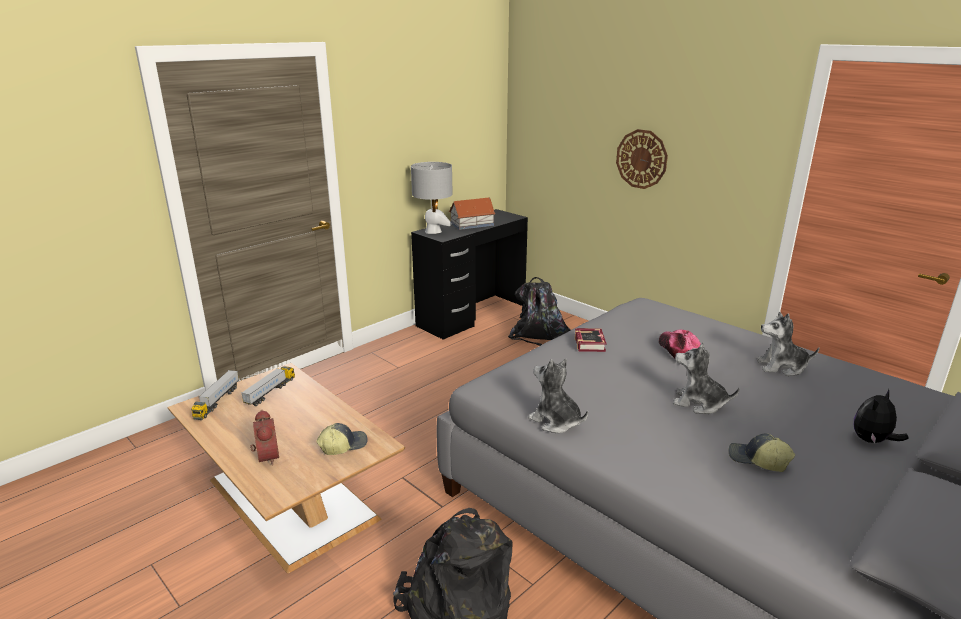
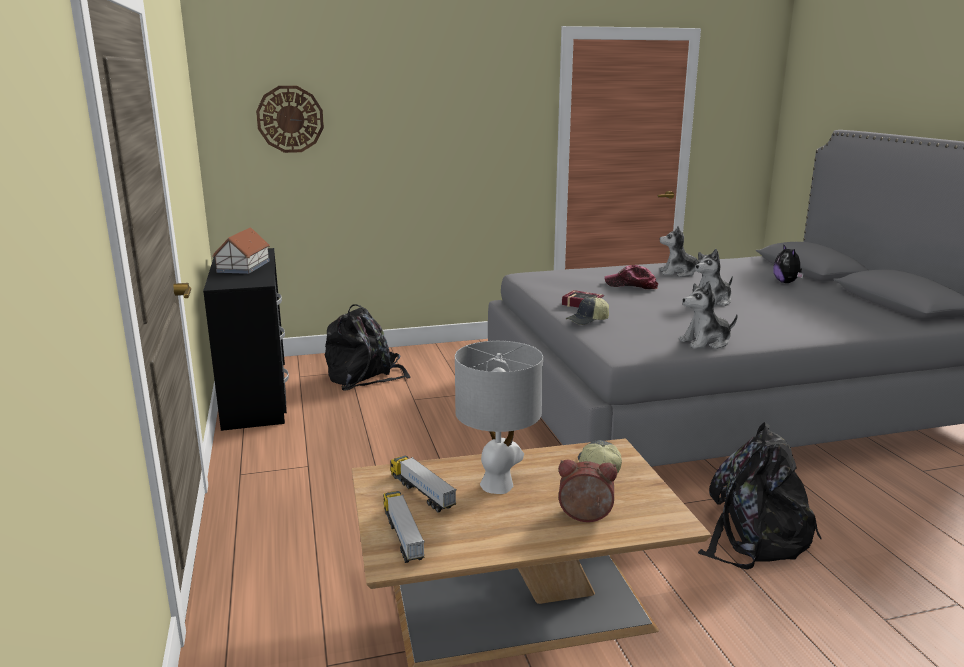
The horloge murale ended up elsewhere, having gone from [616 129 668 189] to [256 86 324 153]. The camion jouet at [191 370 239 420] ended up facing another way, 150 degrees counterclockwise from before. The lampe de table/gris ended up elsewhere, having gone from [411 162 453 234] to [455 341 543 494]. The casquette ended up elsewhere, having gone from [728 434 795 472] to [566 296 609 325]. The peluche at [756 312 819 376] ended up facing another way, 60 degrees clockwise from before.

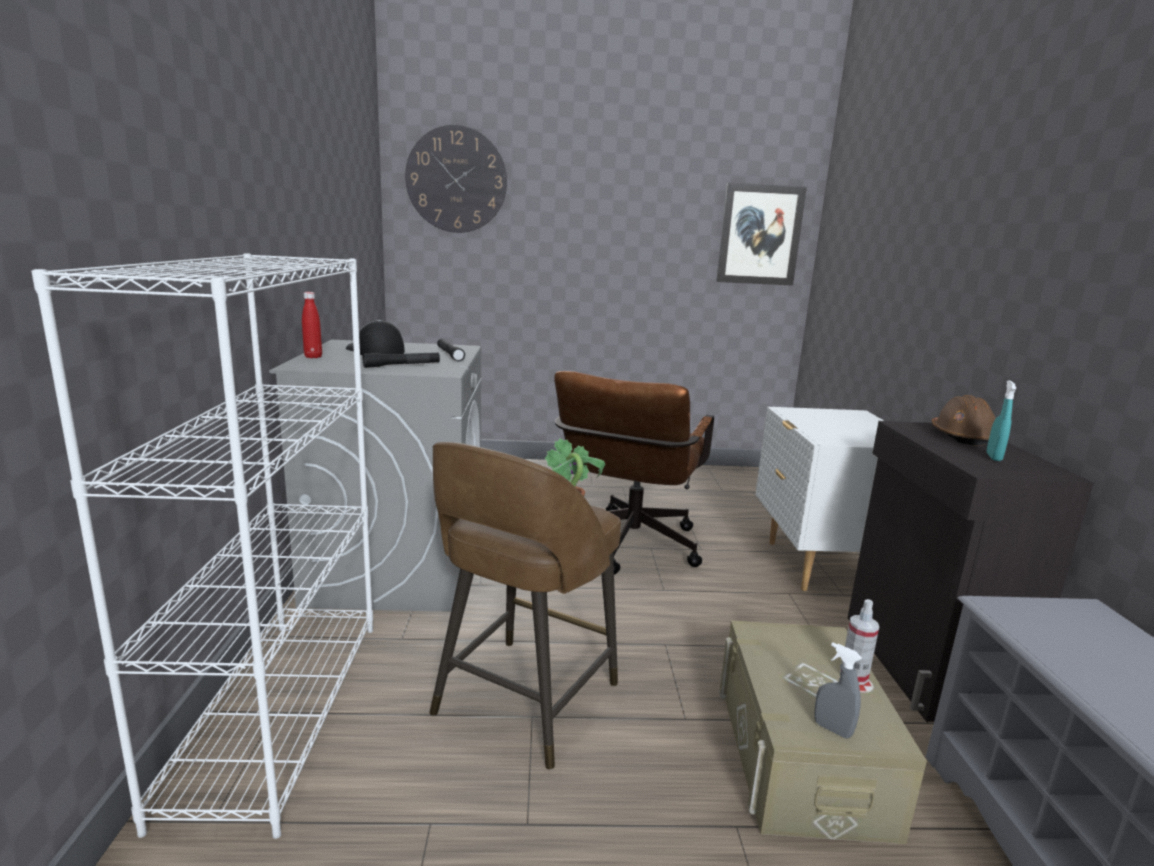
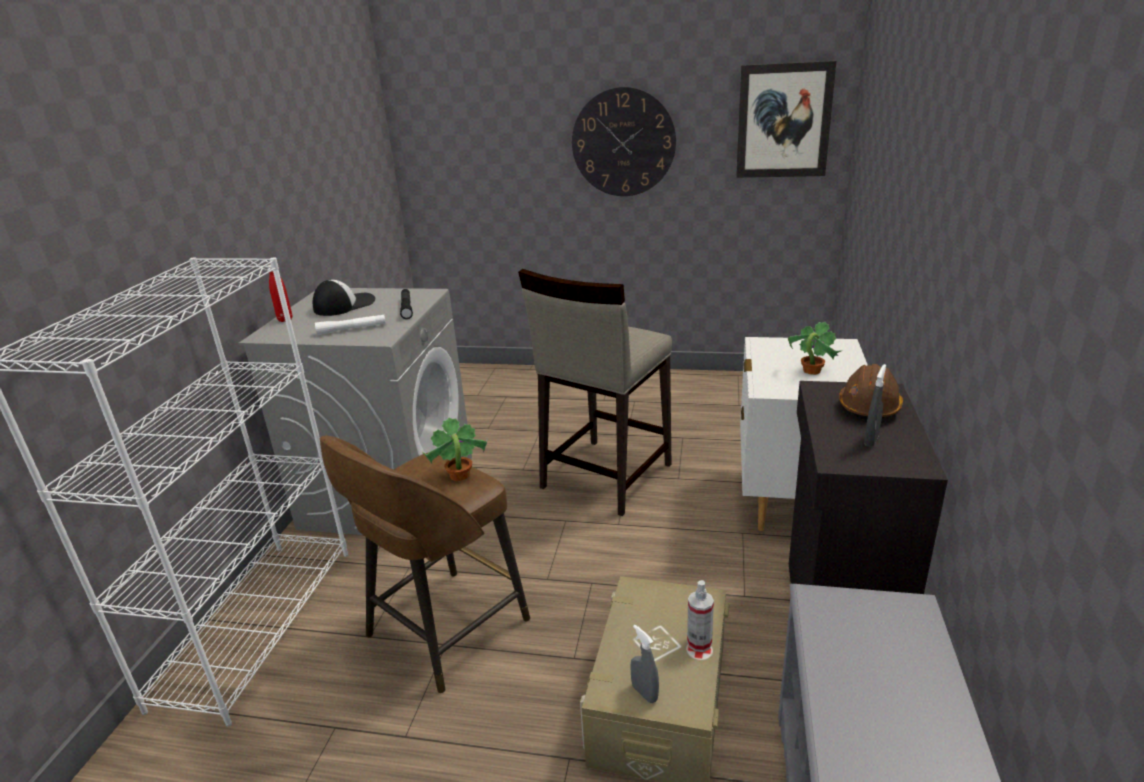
The casquette at [346 320 405 355] ended up facing another way, 75 degrees clockwise from before. What was the lampe de poche/noir at [363 352 440 368] turned into the lampe de poche/blanc at [315 314 386 335]. Where the chaise de bureau/marron stood at [554 371 714 575], the tabouret/beige came to stand at [518 269 672 516]. The horloge murale ended up elsewhere, having gone from [405 125 507 233] to [572 87 676 196]. The second view gained the plante en pot at [788 322 842 375]. What was the vaporisateur/turquoise at [987 380 1016 461] turned into the vaporisateur/gris at [864 364 886 447].

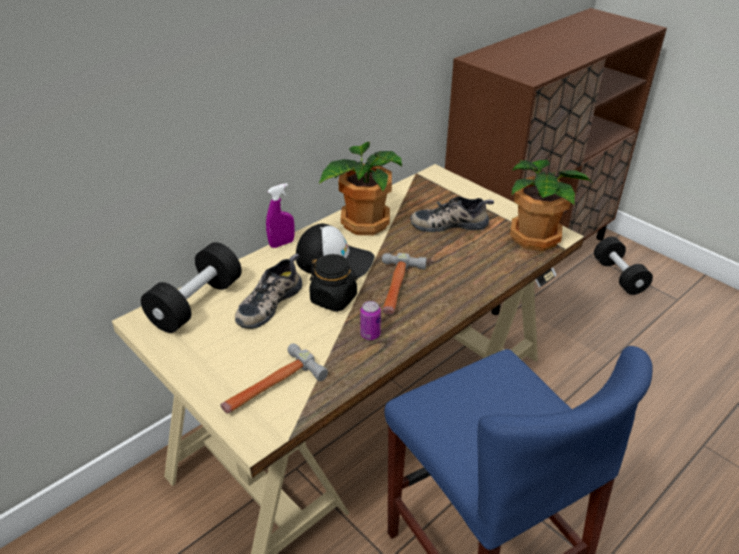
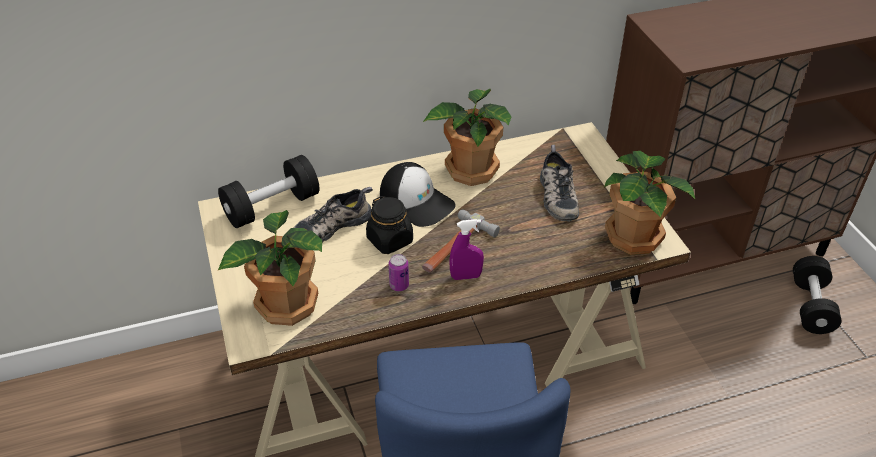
Where the marteau stood at [220 343 328 414], the plante en pot came to stand at [218 210 322 326]. The vaporisateur/violet ended up elsewhere, having gone from [266 183 295 248] to [449 219 484 280]. The chaussure at [410 197 494 232] ended up facing another way, 120 degrees counterclockwise from before.

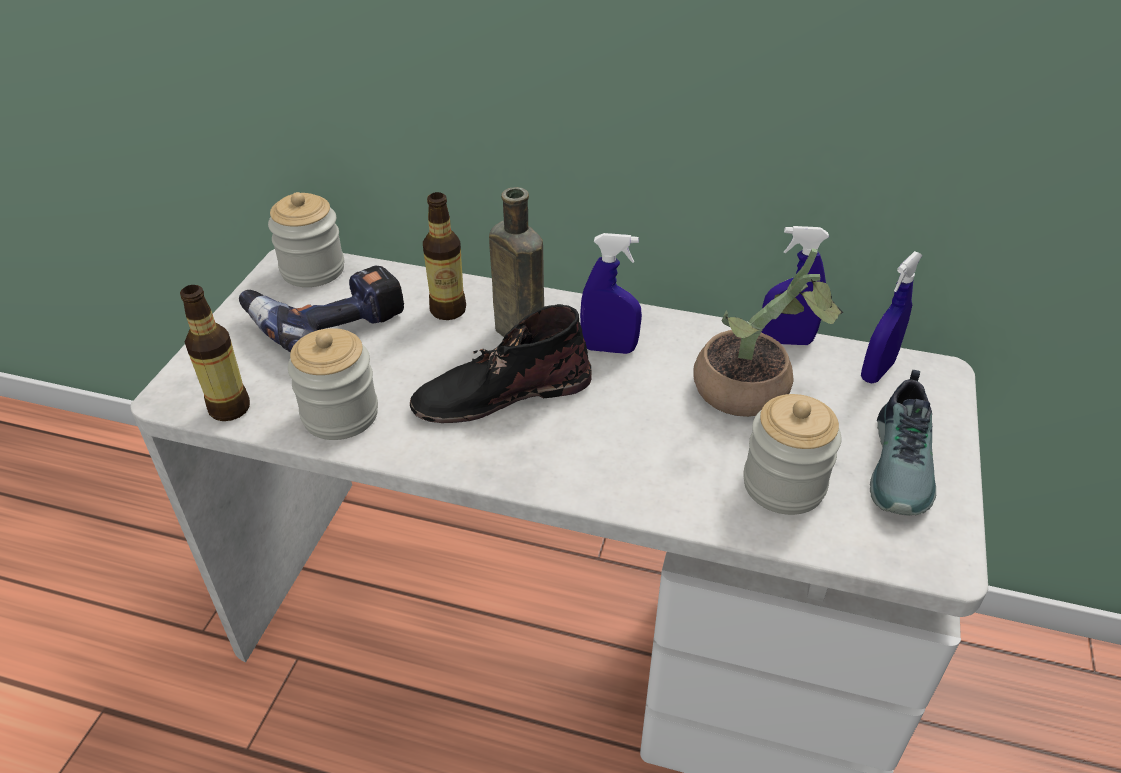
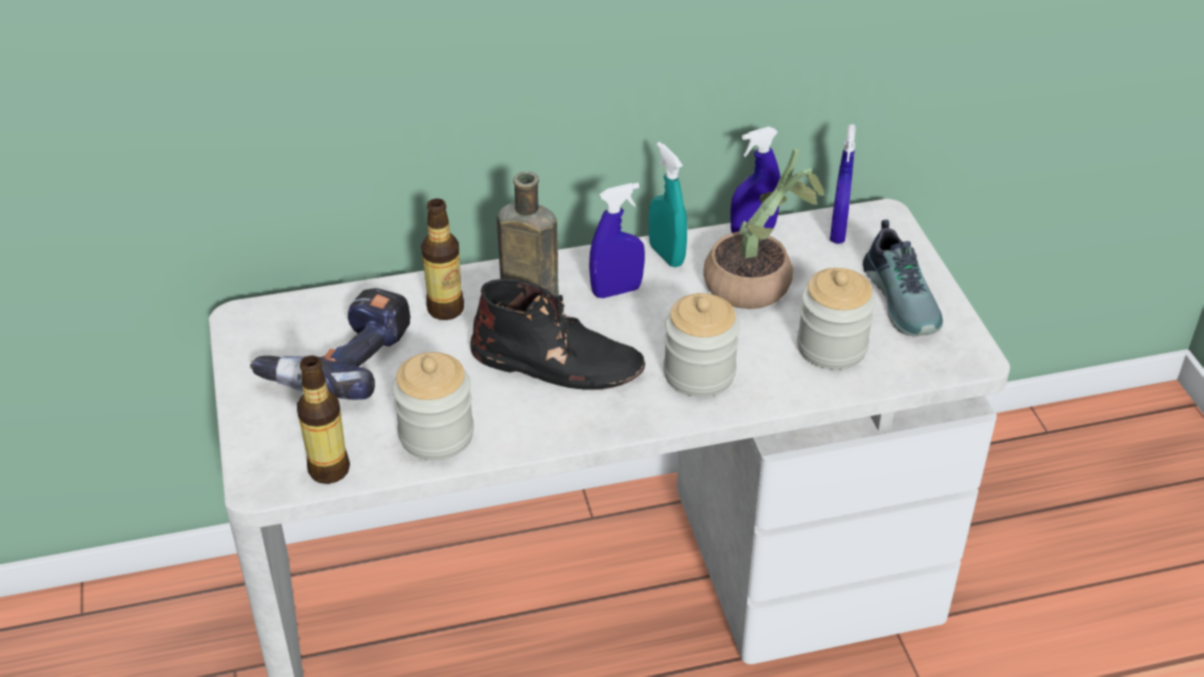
The botte/noir at [410 304 592 423] ended up facing another way, 120 degrees counterclockwise from before. The second view gained the vaporisateur/turquoise at [649 142 687 267]. The bocal ended up elsewhere, having gone from [268 192 344 287] to [663 293 740 397].

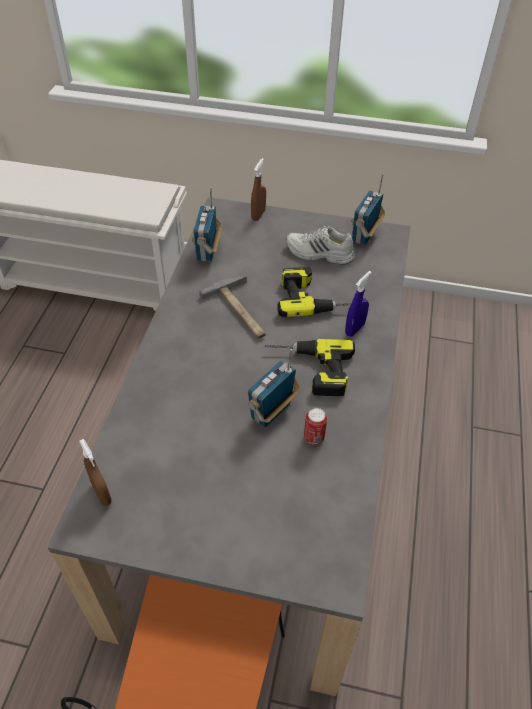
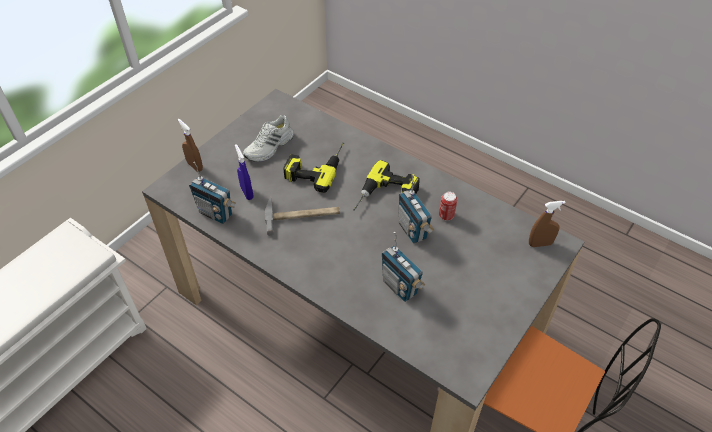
The vaporisateur/bleu ended up elsewhere, having gone from [345 271 372 337] to [235 144 254 200]. The radio ended up elsewhere, having gone from [351 174 385 245] to [382 232 425 302]. The vaporisateur/marron ended up elsewhere, having gone from [79 439 112 506] to [529 201 566 247].

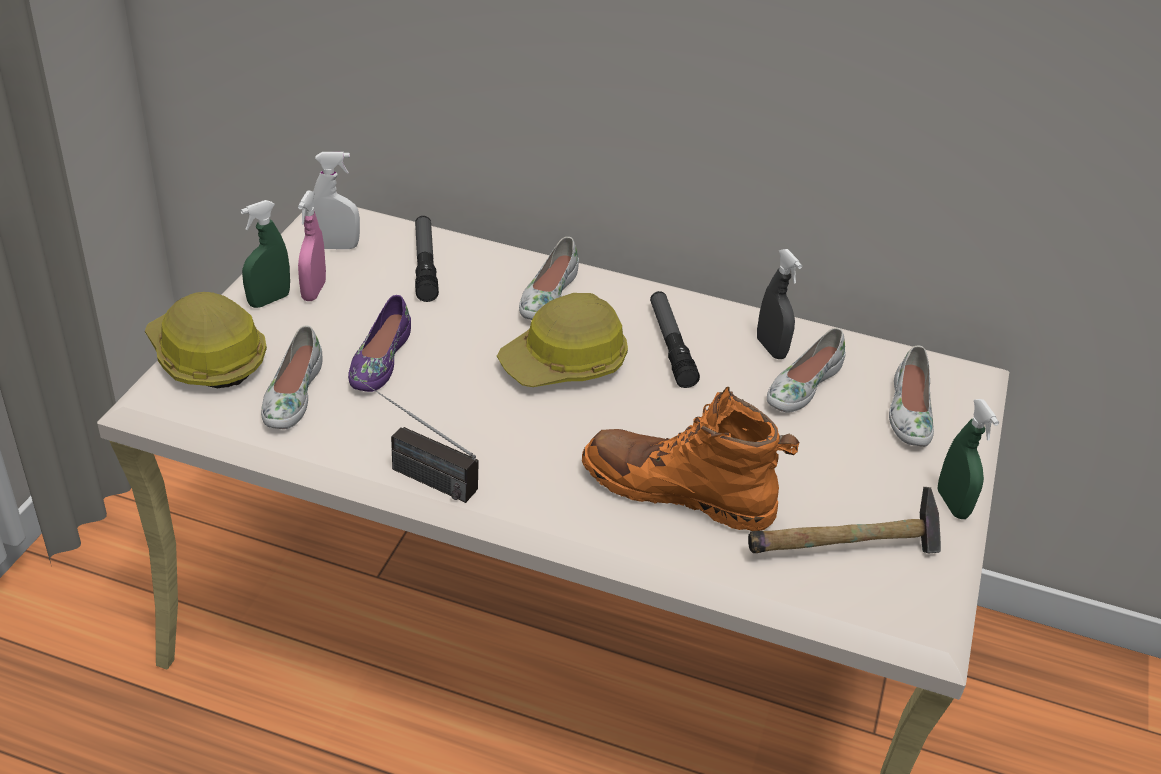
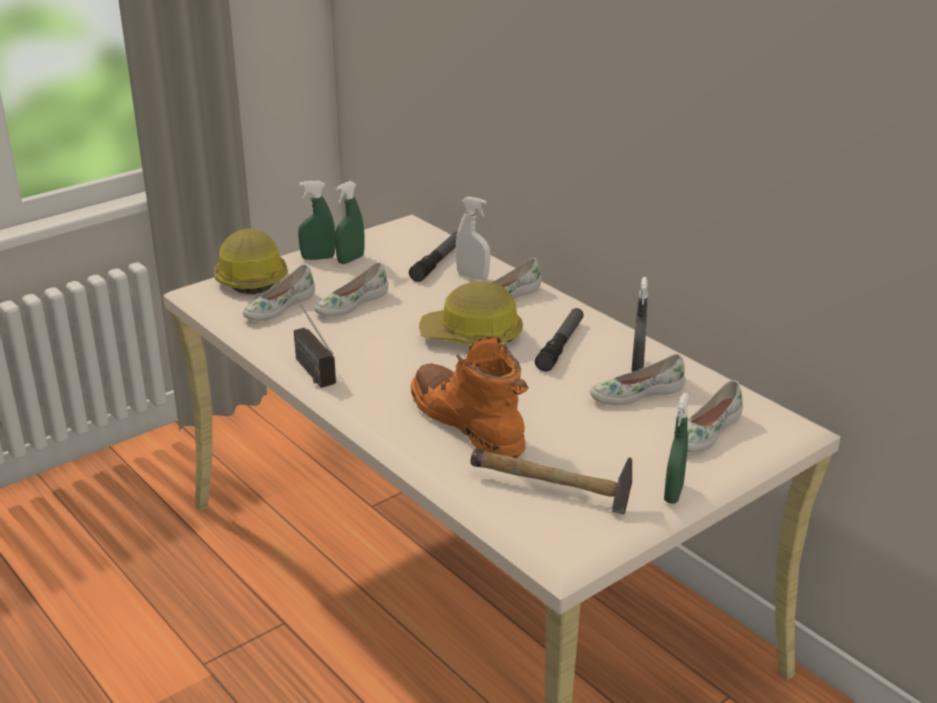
What was the chaussure/violet at [348 295 411 392] turned into the chaussure/blanc at [314 262 388 317]. What was the vaporisateur/rose at [298 190 326 301] turned into the vaporisateur/vert at [335 181 364 264]. The vaporisateur/blanc ended up elsewhere, having gone from [313 152 360 249] to [455 197 490 279].

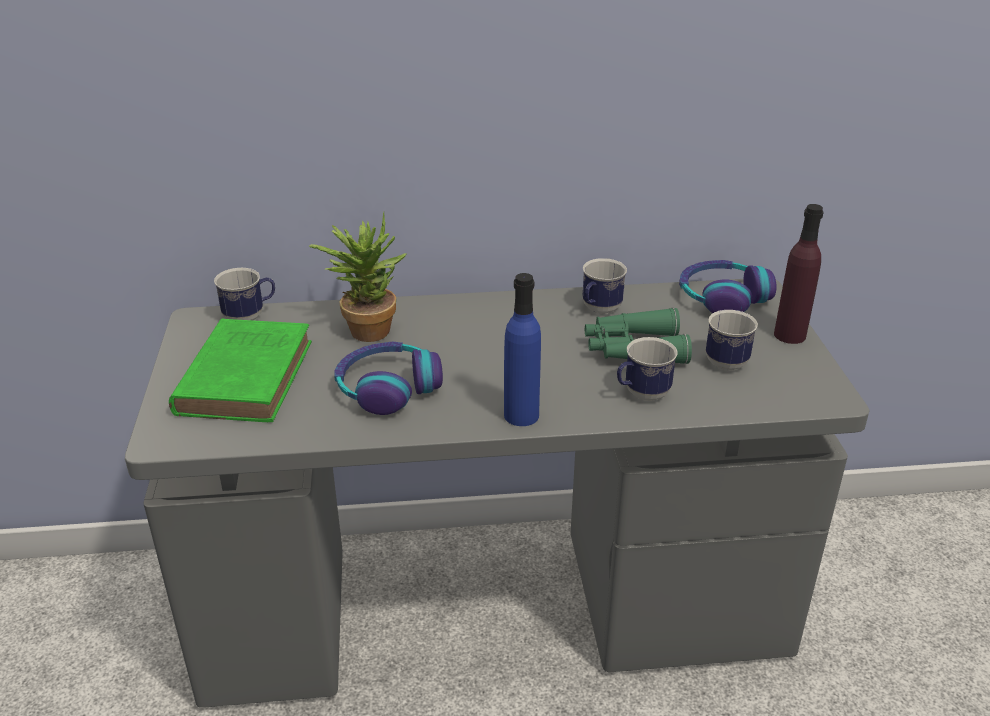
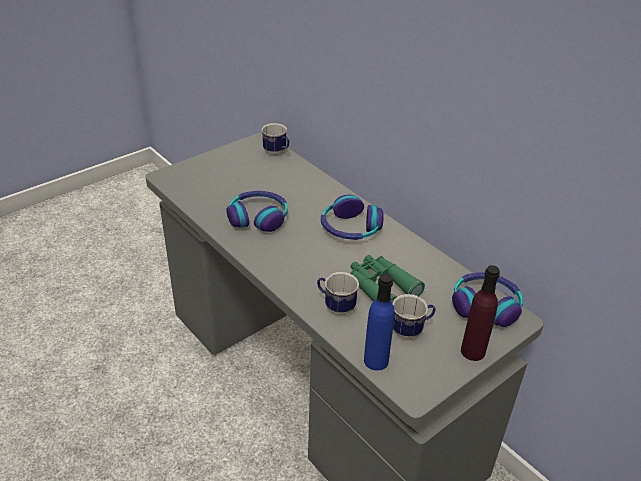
The second view gained the casque audio at [321 194 384 240]. The bouteille/bleu ended up elsewhere, having gone from [504 273 541 426] to [364 274 395 371]. The second view lost the livre/vert at [169 319 312 422]. The second view lost the plante en pot at [309 212 406 342]. The second view lost the mug at [582 258 627 314].

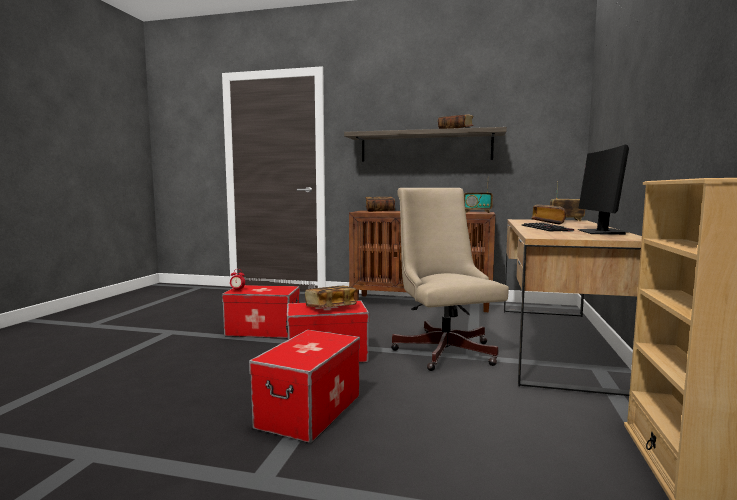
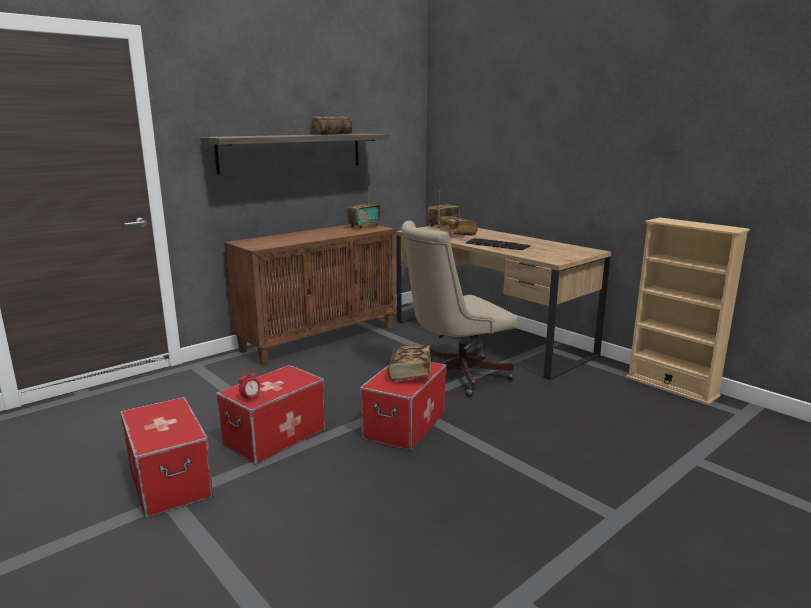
The boîte de rangement ended up elsewhere, having gone from [249 330 360 443] to [120 397 213 518]. The chaise de bureau/beige at [391 188 509 371] ended up facing another way, 45 degrees counterclockwise from before. The second view lost the livre at [366 197 395 212]. The second view lost the écran d'ordinateur at [577 145 629 235].

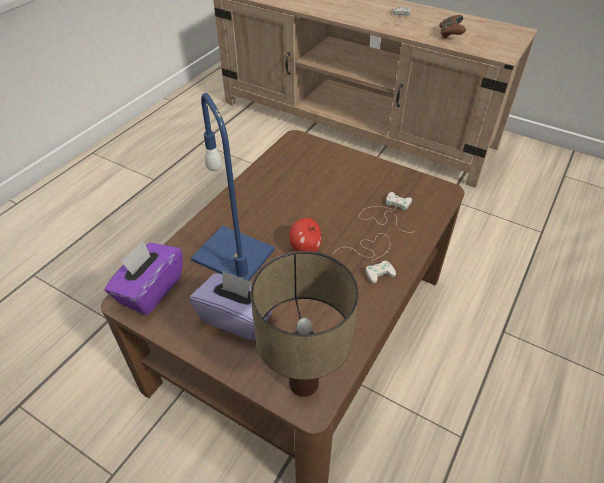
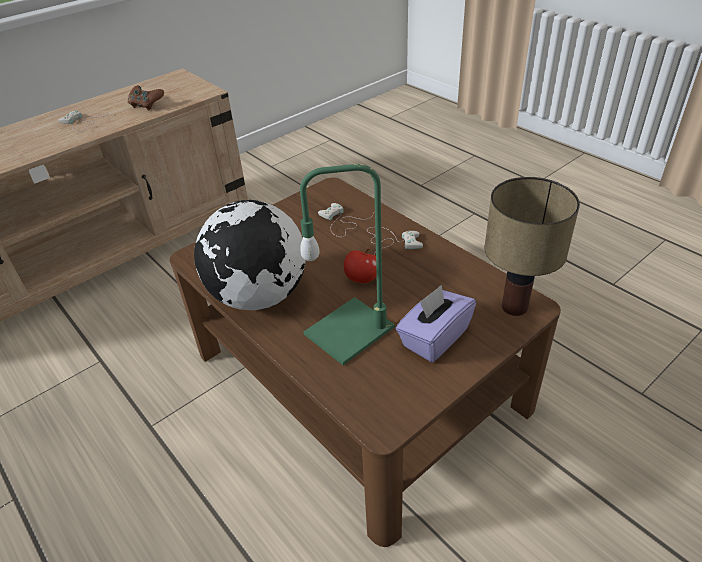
The second view gained the globe at [194 200 305 310]. What was the lampe de table/bleu at [191 93 275 281] turned into the lampe de table/vert at [300 164 395 365]. The second view lost the boîte à mouchoirs/violet at [104 241 183 315].

